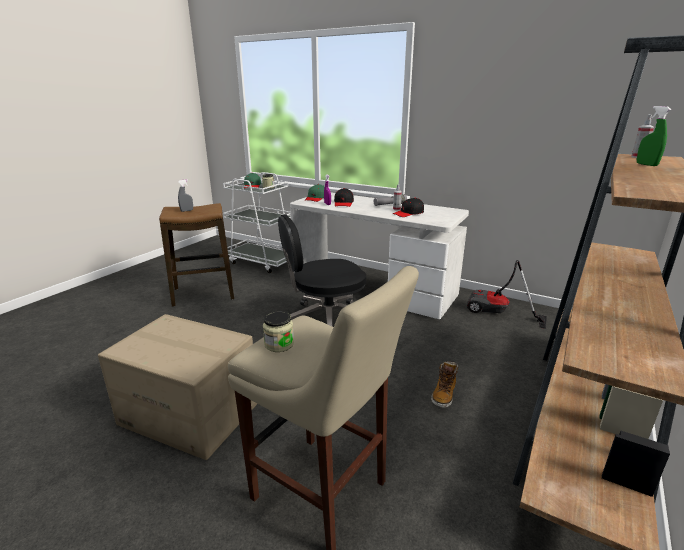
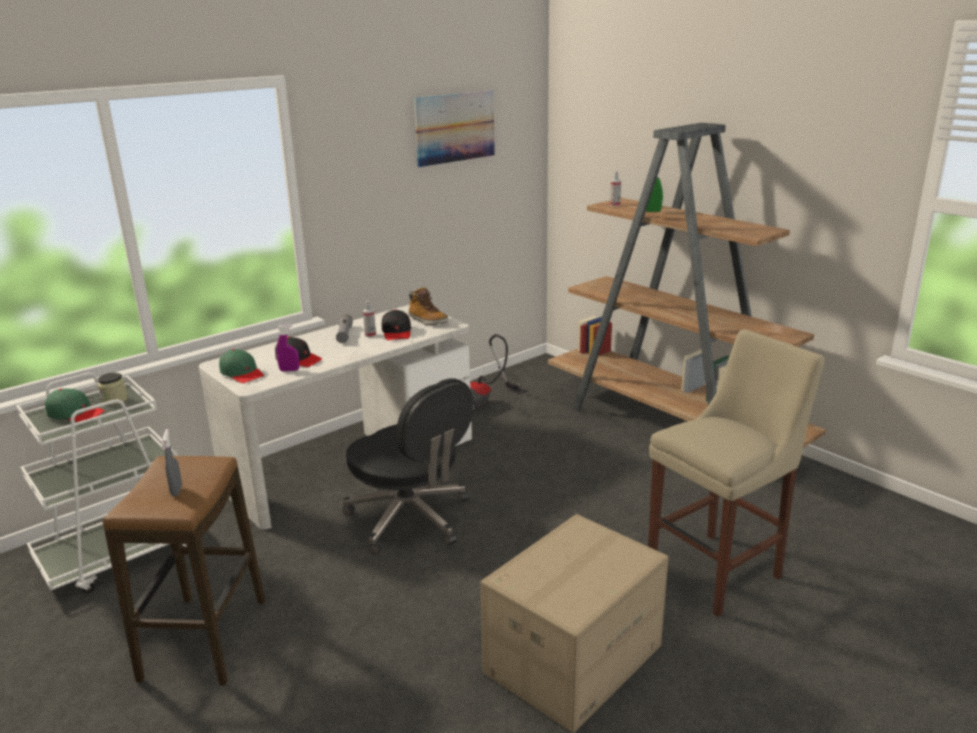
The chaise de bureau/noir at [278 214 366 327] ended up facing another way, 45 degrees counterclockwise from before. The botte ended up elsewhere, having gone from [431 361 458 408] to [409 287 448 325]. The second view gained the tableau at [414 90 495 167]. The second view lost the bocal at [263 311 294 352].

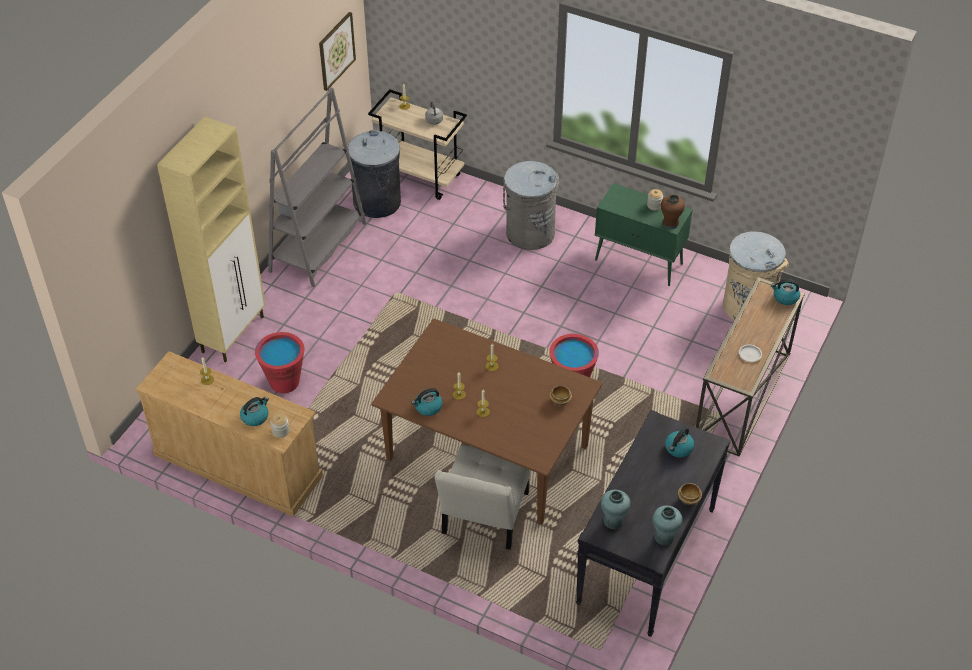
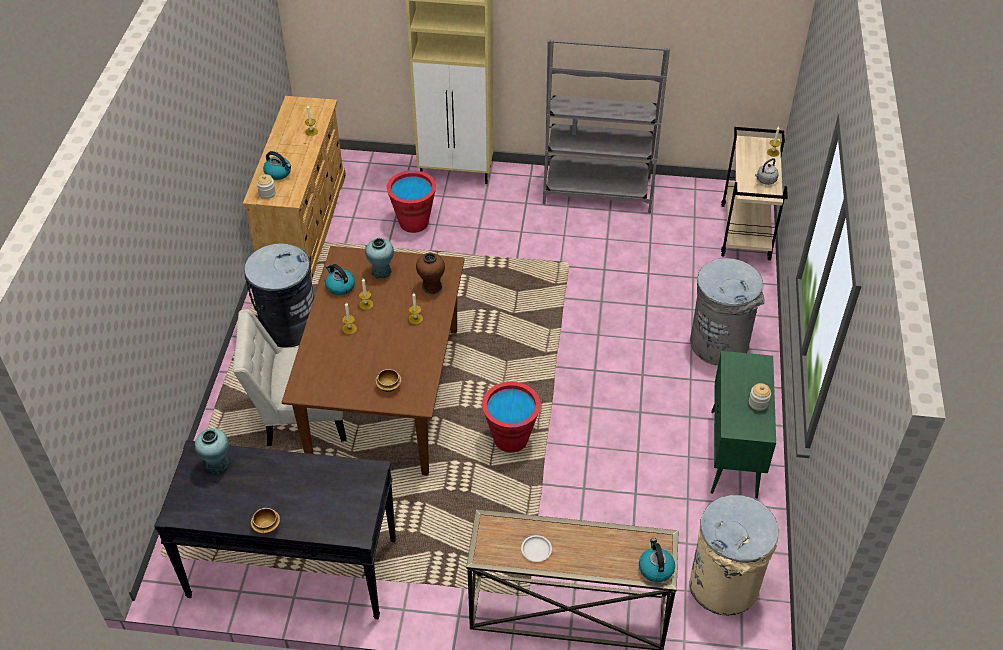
The poubelle/gris ended up elsewhere, having gone from [348 130 401 218] to [244 243 314 347]. The vase/turquoise ended up elsewhere, having gone from [652 506 683 546] to [365 238 394 279]. The vase/marron ended up elsewhere, having gone from [661 194 685 229] to [416 253 445 294]. The second view lost the tableau at [319 12 356 91]. The second view lost the bouilloire at [665 427 694 457].

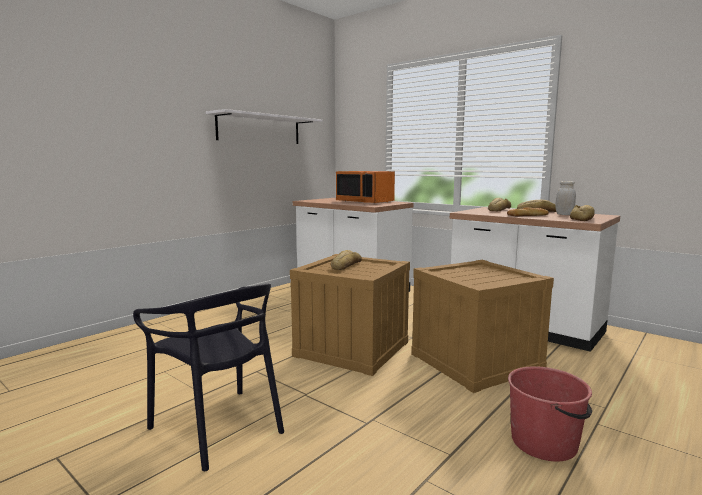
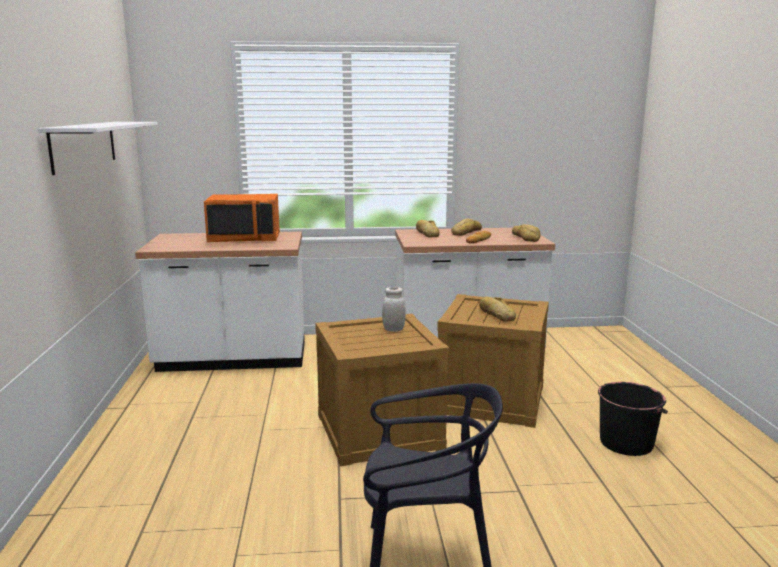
The bocal/blanc ended up elsewhere, having gone from [556 181 576 215] to [382 287 406 332]. The pain ended up elsewhere, having gone from [331 250 362 270] to [479 297 516 322]. What was the seau/rouge at [508 366 592 462] turned into the seau/noir at [598 382 668 456].

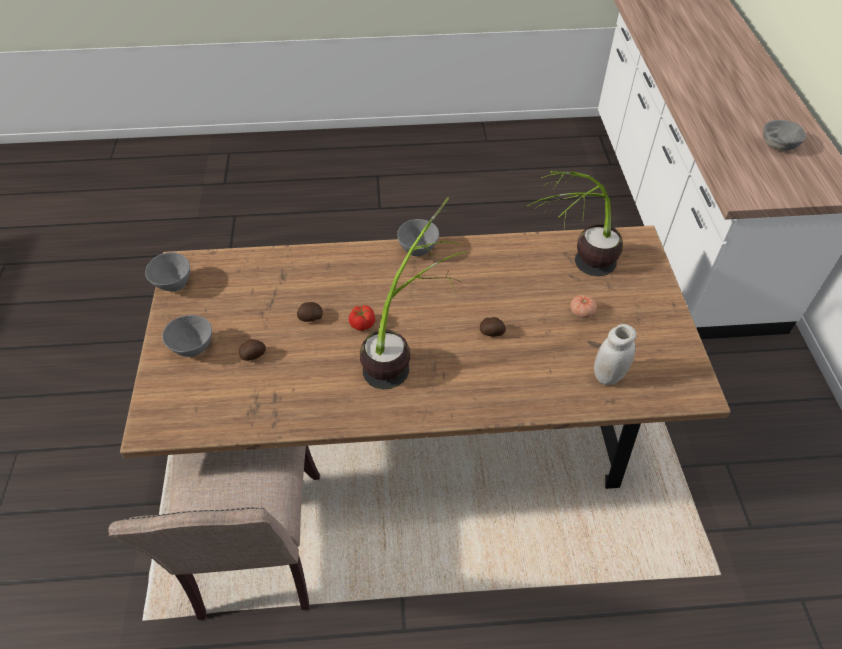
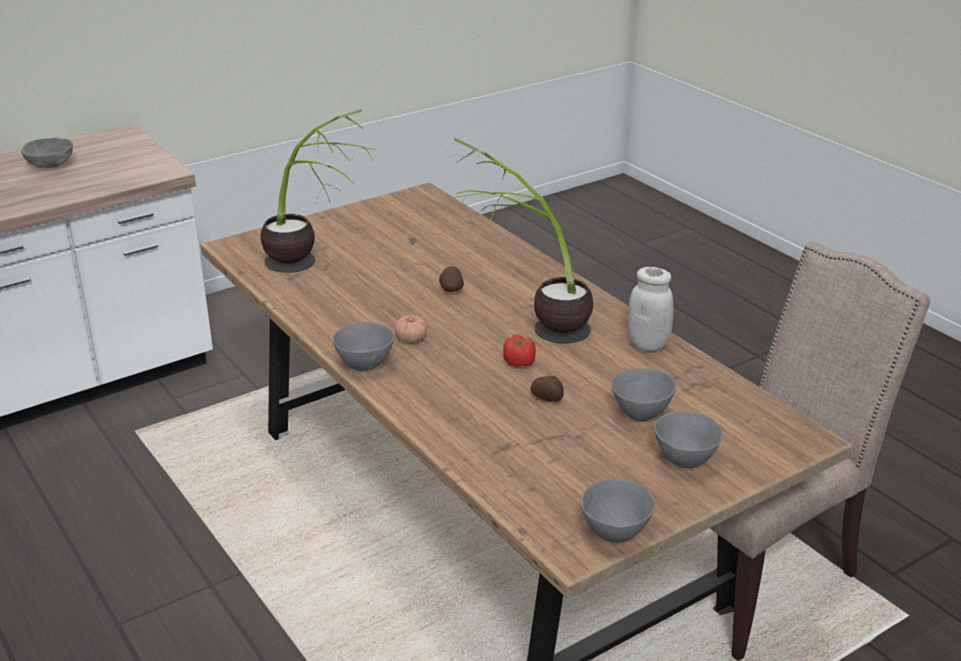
The tomate ended up elsewhere, having gone from [570 295 597 318] to [395 315 427 343]. Where the pomme de terre stood at [239 339 266 361], the bol/gris came to stand at [611 368 677 422]. The bocal/blanc ended up elsewhere, having gone from [594 324 636 385] to [628 267 674 351].

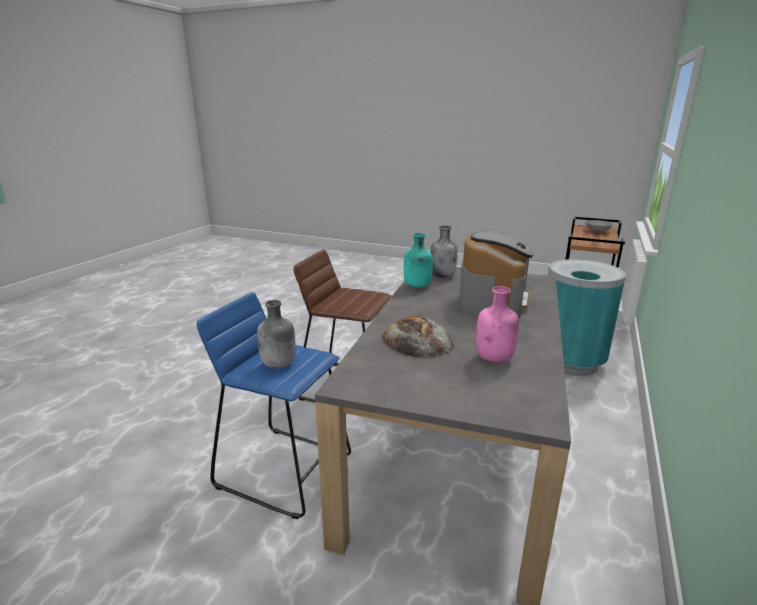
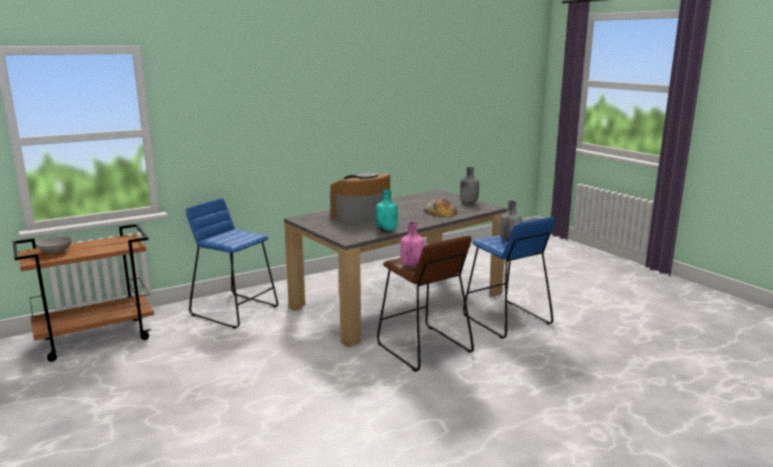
Where the poubelle/turquoise stood at [548 259 626 376], the tabouret/bleu came to stand at [186 198 278 329]. The bouteille/rose ended up elsewhere, having gone from [476 286 519 363] to [400 222 425 268]. The bouteille/gris ended up elsewhere, having gone from [430 226 458 277] to [460 167 479 203].

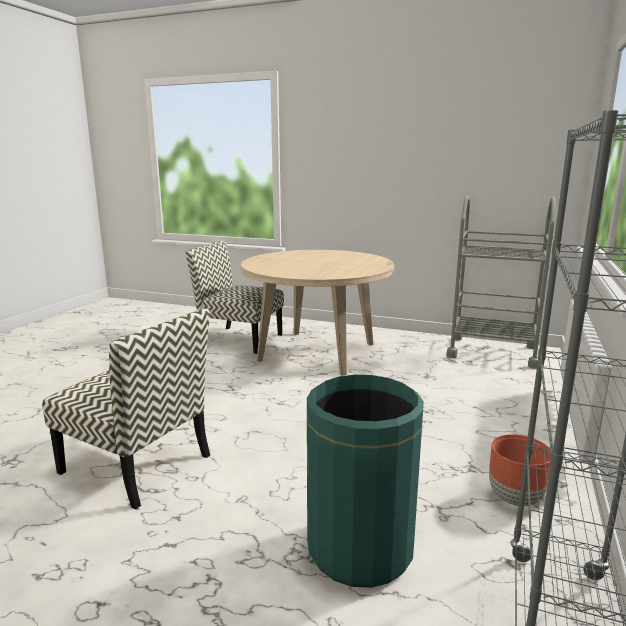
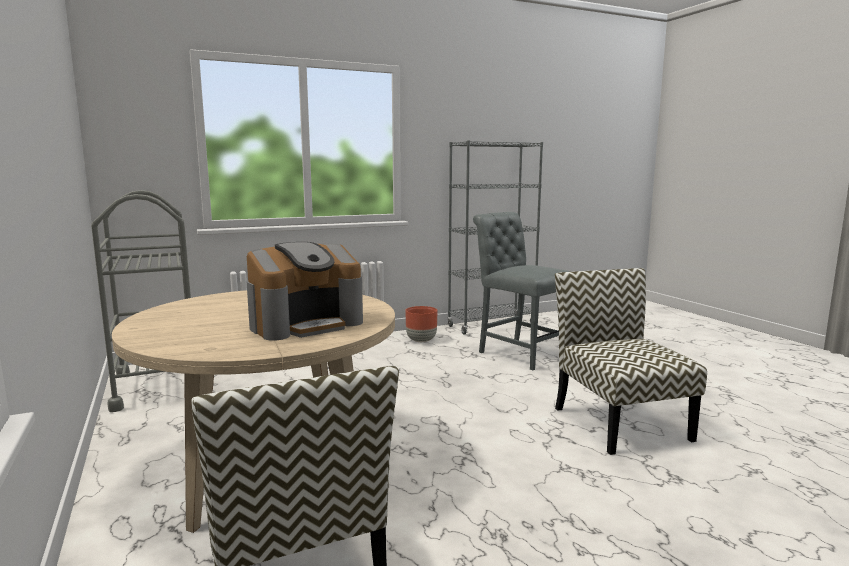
The second view gained the machine à café at [246 242 363 341]. Where the poubelle/vert stood at [307 375 424 588], the chaise/gris came to stand at [473 212 571 370].

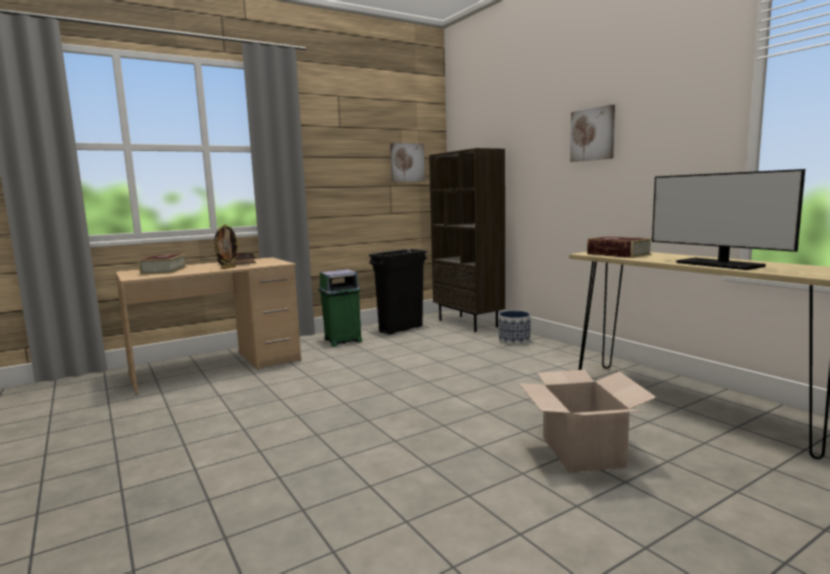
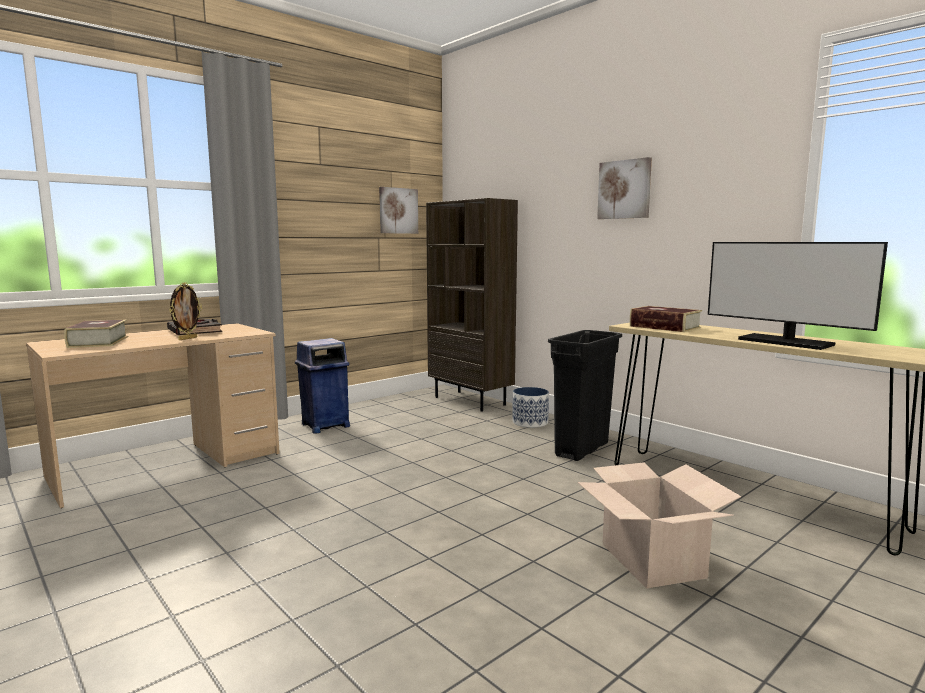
What was the poubelle/vert at [318 269 362 347] turned into the poubelle/bleu at [295 338 350 434]. The poubelle/noir ended up elsewhere, having gone from [369 249 427 335] to [548 330 622 461].

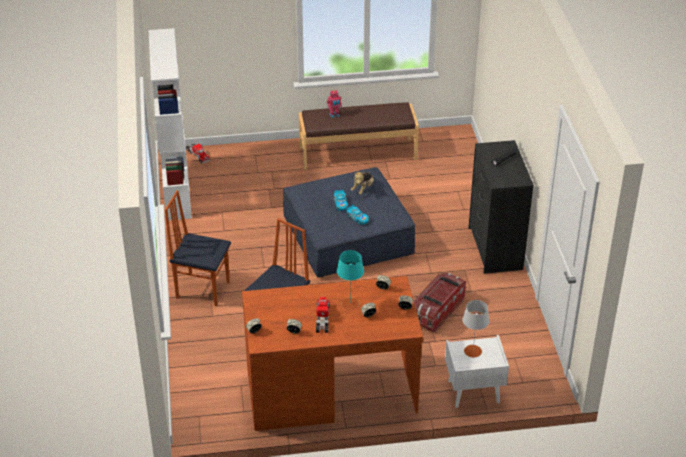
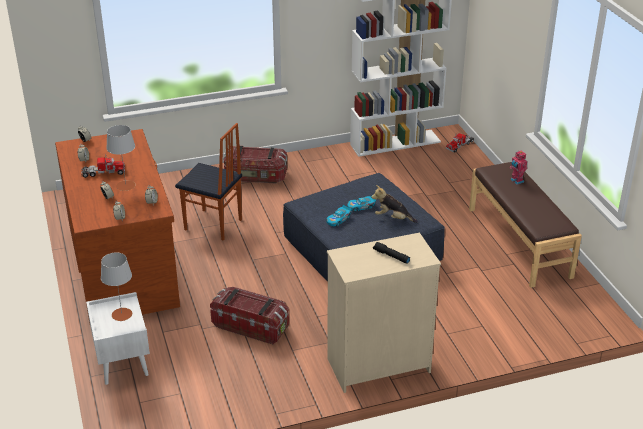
What was the lampe de table/turquoise at [337 250 364 310] turned into the lampe de table/gris at [106 125 135 191]. Where the chaise stood at [165 190 231 306], the boîte de rangement came to stand at [224 146 287 184]. What was the commode/noir at [468 140 534 274] turned into the commode/beige at [327 233 441 393].

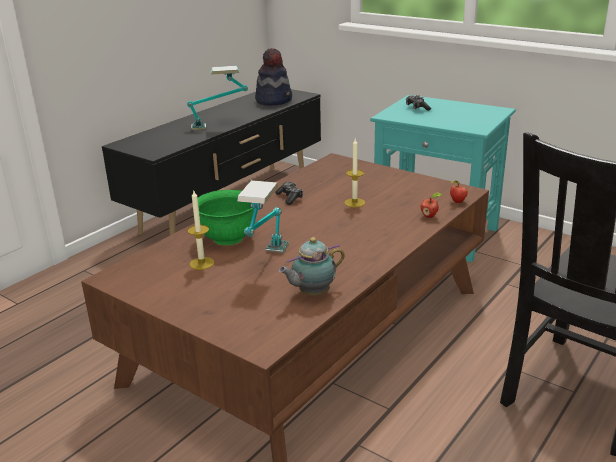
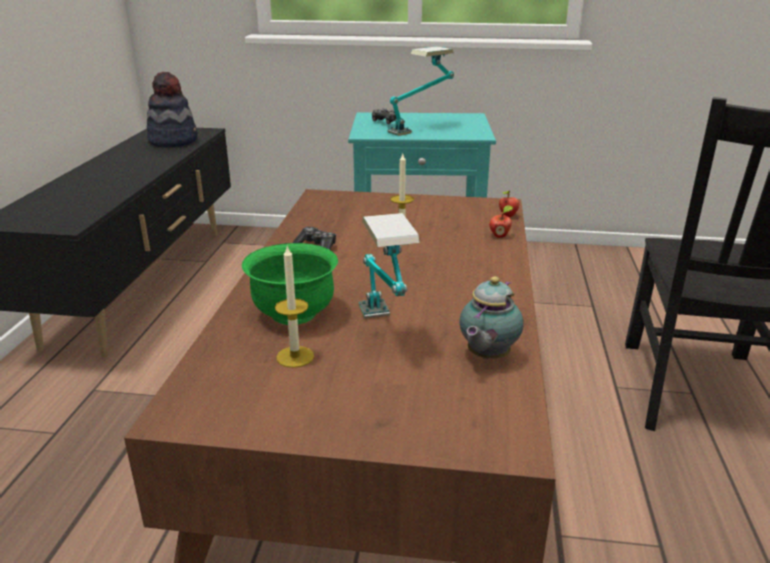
The lampe de table ended up elsewhere, having gone from [187 66 248 130] to [387 46 454 136].

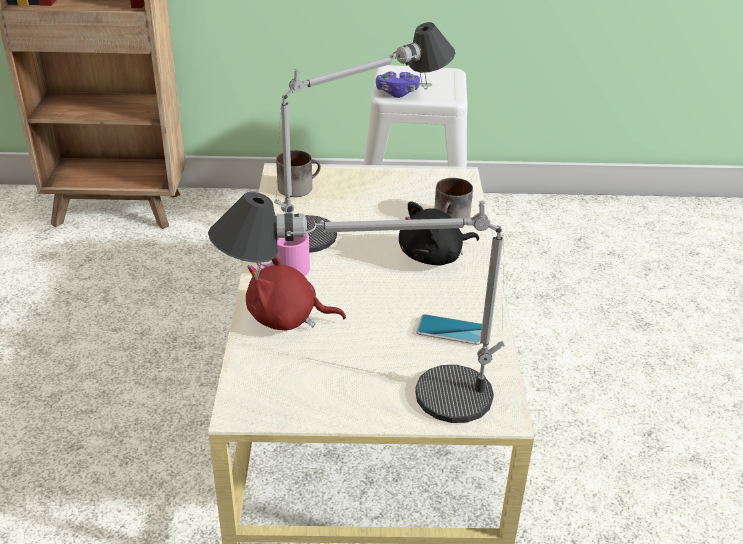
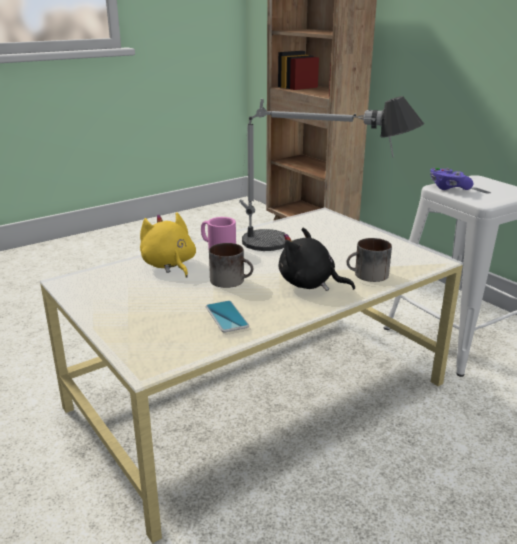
What was the peluche/rouge at [246 256 346 330] turned into the peluche/jaune at [140 213 196 278]. The mug ended up elsewhere, having gone from [276 150 321 197] to [209 243 253 288]. The second view lost the lampe de table at [208 192 505 423].

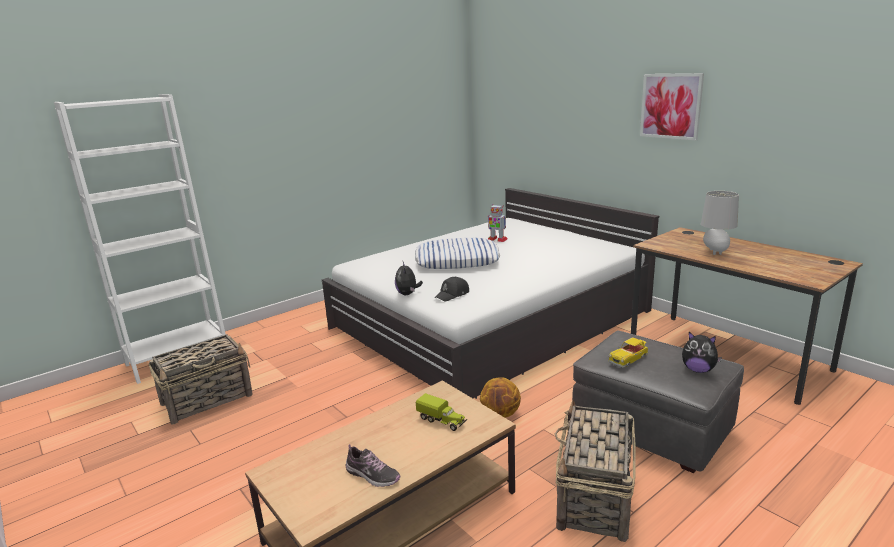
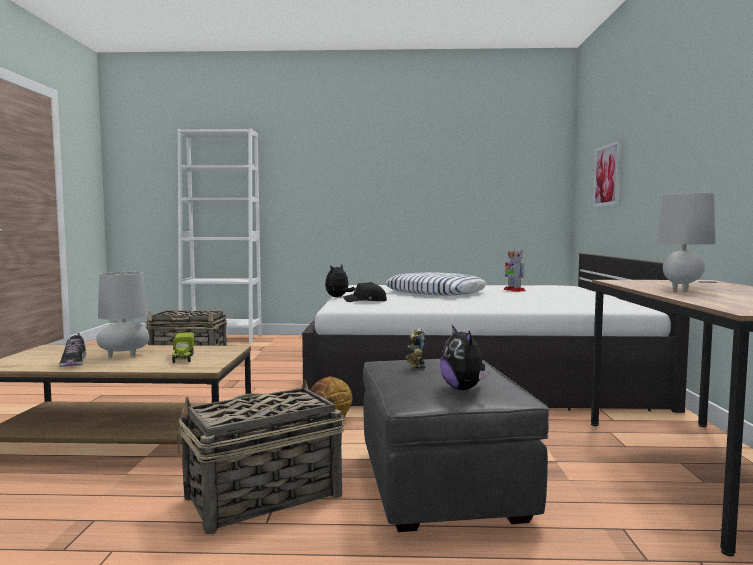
The second view gained the lampe de table/gris at [96 272 149 358]. Where the petite voiture stood at [608 337 648 368], the robot jouet came to stand at [405 328 426 369]. The tableau ended up elsewhere, having gone from [640 73 704 140] to [593 140 621 206].

